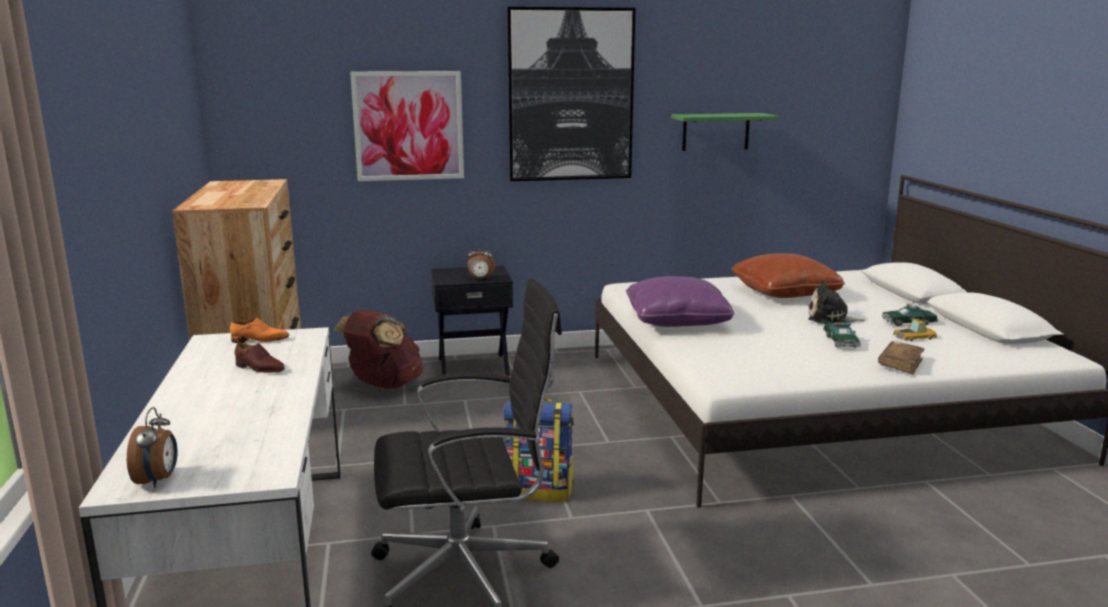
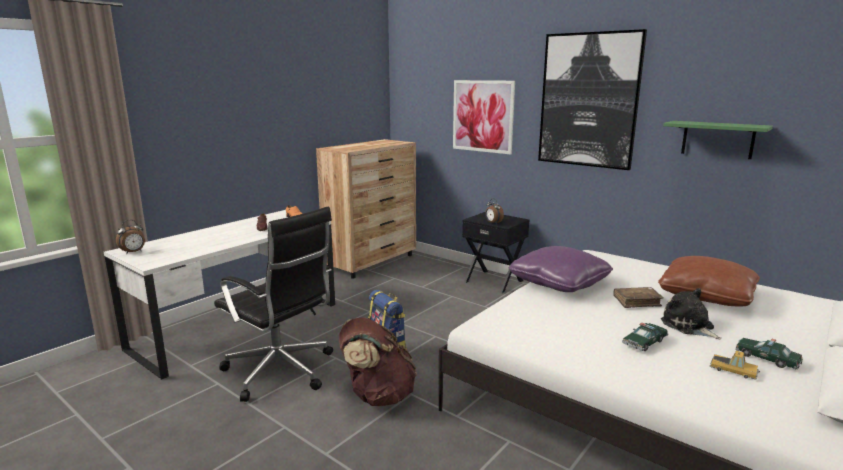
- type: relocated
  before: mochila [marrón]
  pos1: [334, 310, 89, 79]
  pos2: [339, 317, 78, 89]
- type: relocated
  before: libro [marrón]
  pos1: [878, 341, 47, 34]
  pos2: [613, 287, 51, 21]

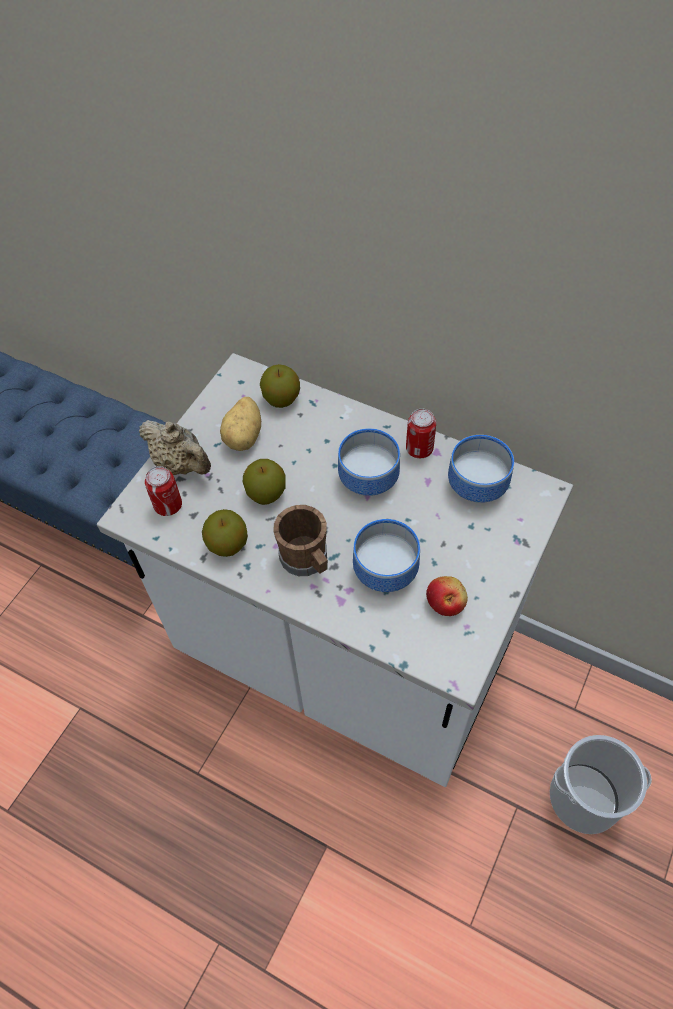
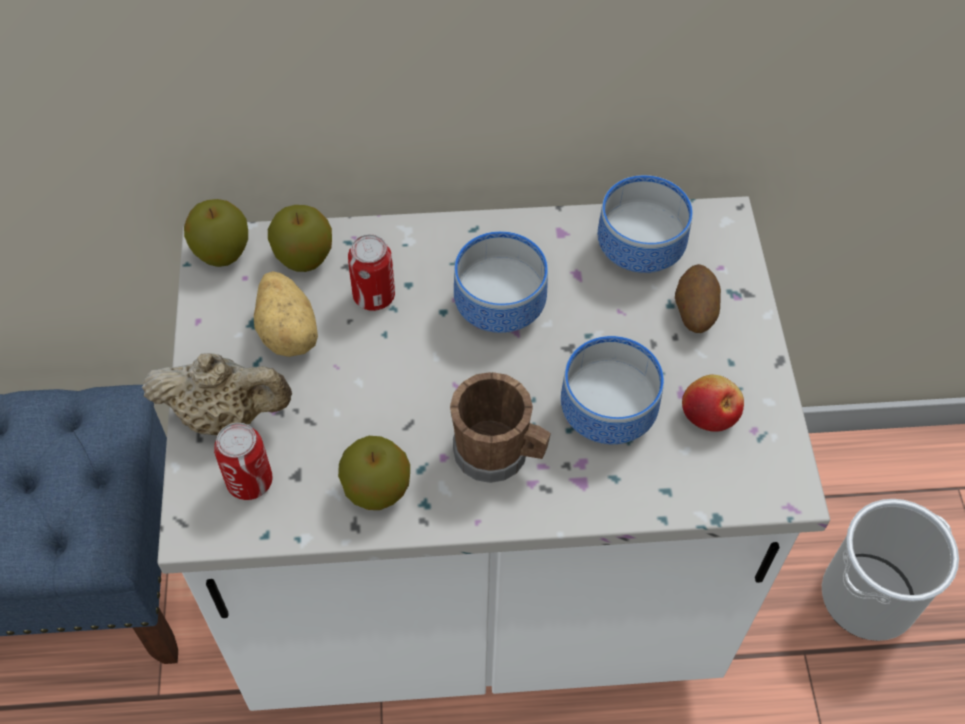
- type: appeared
  after: patata
  pos2: [675, 264, 46, 69]
- type: relocated
  before: manzana
  pos1: [243, 459, 43, 46]
  pos2: [184, 199, 64, 68]
- type: relocated
  before: lata
  pos1: [406, 408, 30, 50]
  pos2: [348, 234, 47, 77]

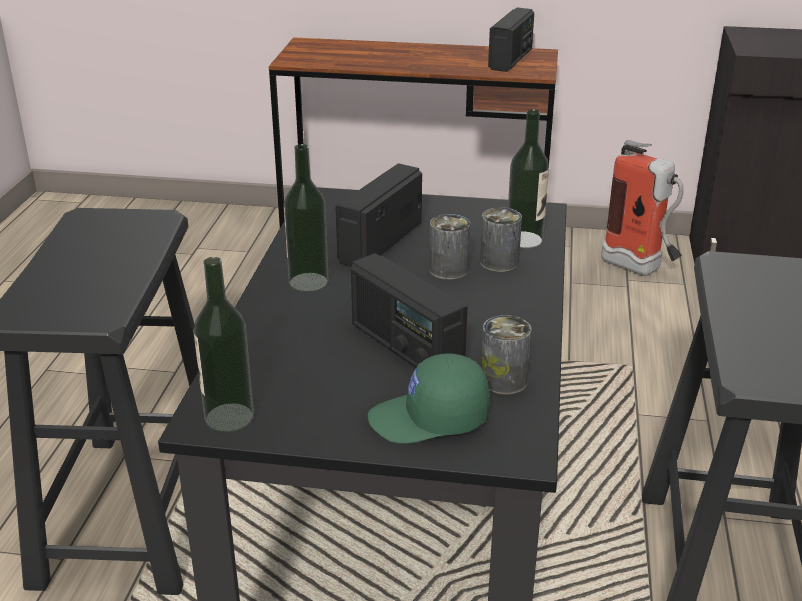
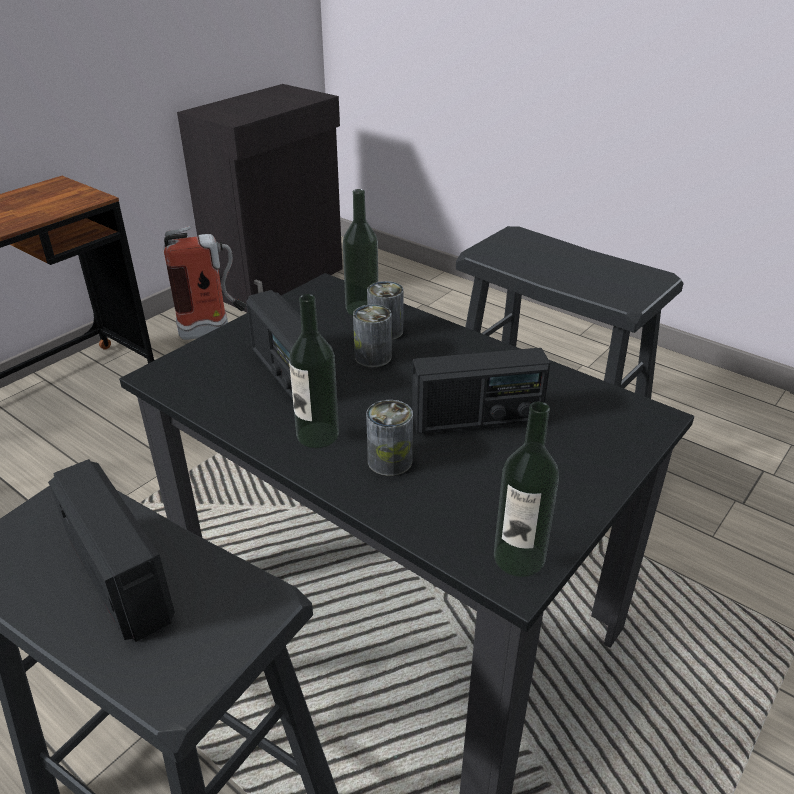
- type: missing
  before: gorra [verde]
  pos1: [368, 353, 122, 91]
- type: relocated
  before: lata
  pos1: [481, 315, 51, 80]
  pos2: [366, 400, 47, 76]
- type: relocated
  before: radio
  pos1: [488, 8, 46, 64]
  pos2: [48, 459, 127, 183]

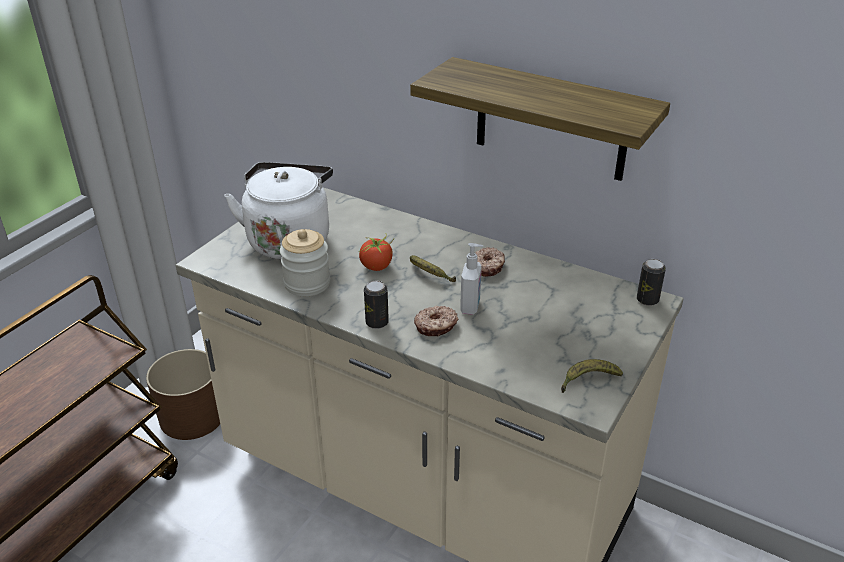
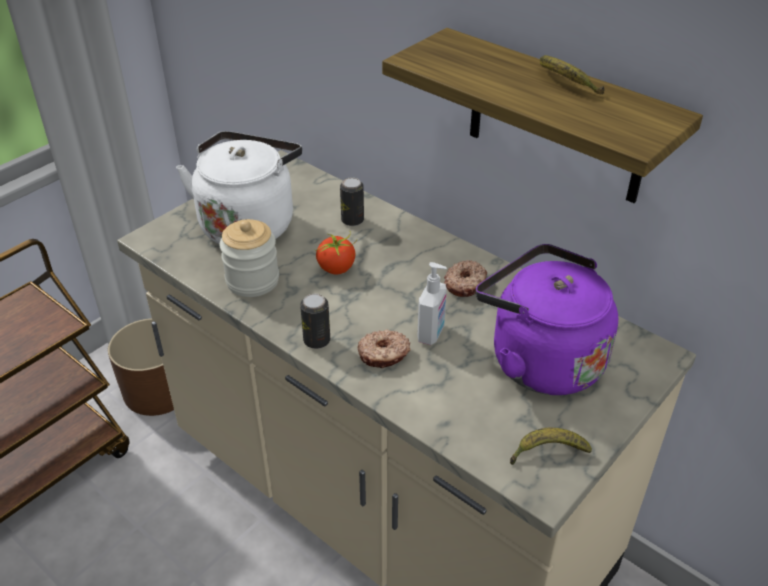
- type: appeared
  after: hervidor [morado]
  pos2: [476, 244, 142, 151]
- type: relocated
  before: plátano
  pos1: [410, 255, 46, 27]
  pos2: [540, 55, 64, 40]
- type: relocated
  before: lata
  pos1: [637, 259, 29, 47]
  pos2: [340, 177, 24, 49]

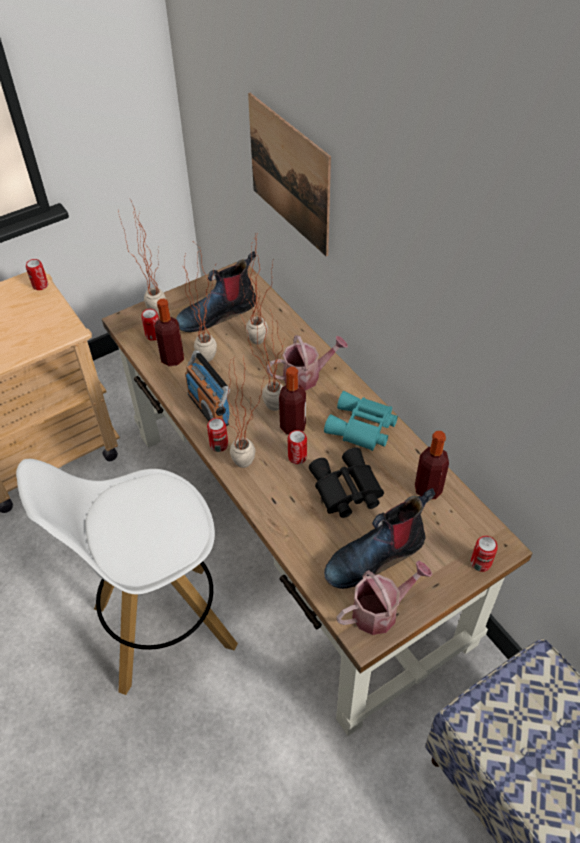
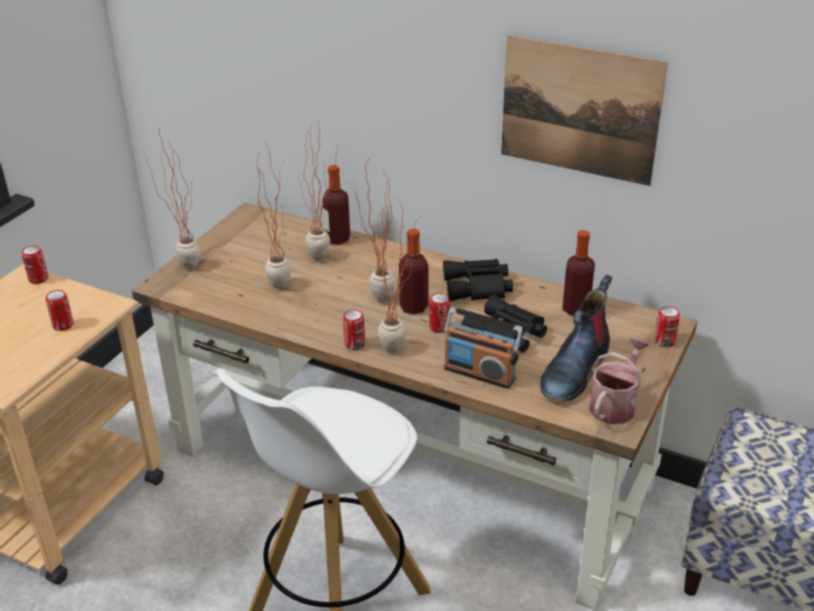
- type: missing
  before: bota
  pos1: [176, 251, 80, 81]
- type: missing
  before: regadera
  pos1: [267, 335, 81, 55]
- type: relocated
  before: lata
  pos1: [141, 309, 18, 32]
  pos2: [46, 290, 28, 41]
- type: relocated
  before: botella
  pos1: [155, 299, 29, 67]
  pos2: [322, 165, 28, 80]
- type: relocated
  before: radio
  pos1: [185, 351, 45, 75]
  pos2: [444, 307, 79, 82]
- type: relocated
  before: cuadro
  pos1: [248, 93, 83, 163]
  pos2: [501, 35, 167, 151]
- type: colour
  before: prismáticos [turquesa]
  after: prismáticos [negro]
  pos1: [324, 391, 74, 60]
  pos2: [443, 259, 70, 42]

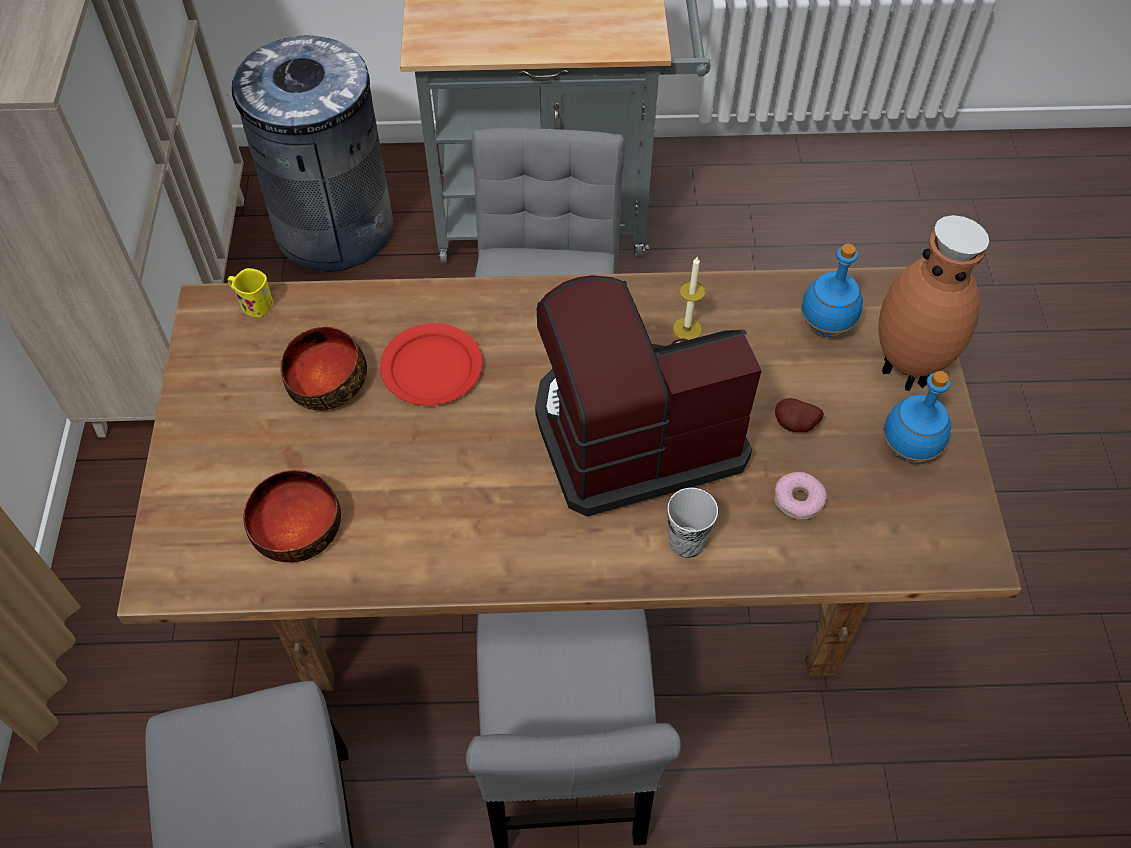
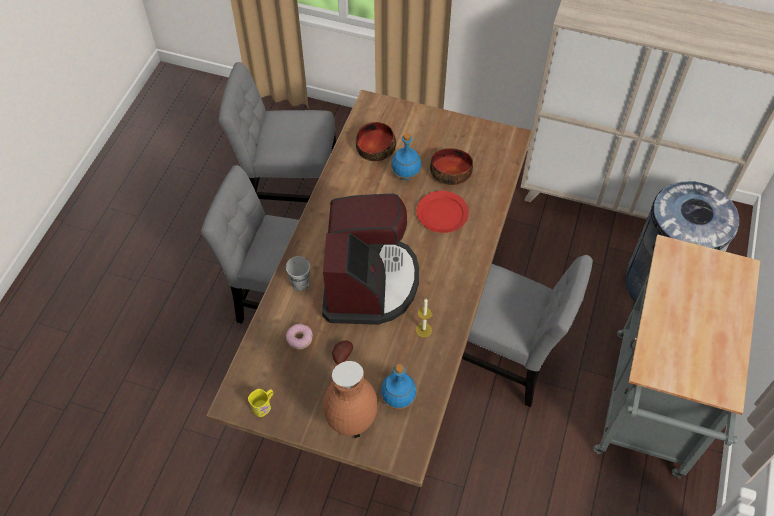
- type: relocated
  before: taza grande [amarillo]
  pos1: [228, 268, 46, 49]
  pos2: [248, 389, 25, 28]
- type: relocated
  before: botella [azul]
  pos1: [883, 371, 68, 92]
  pos2: [391, 133, 30, 47]

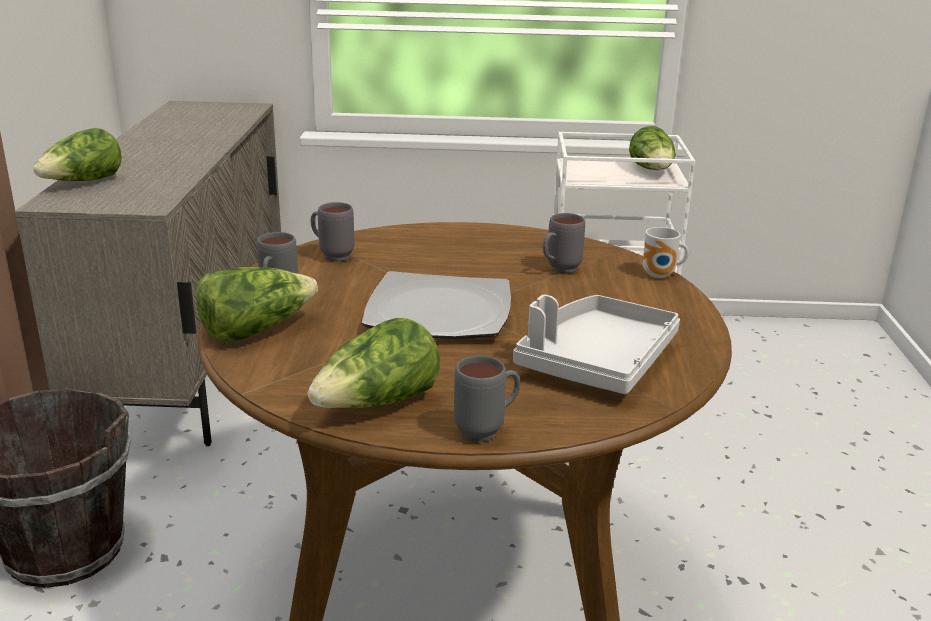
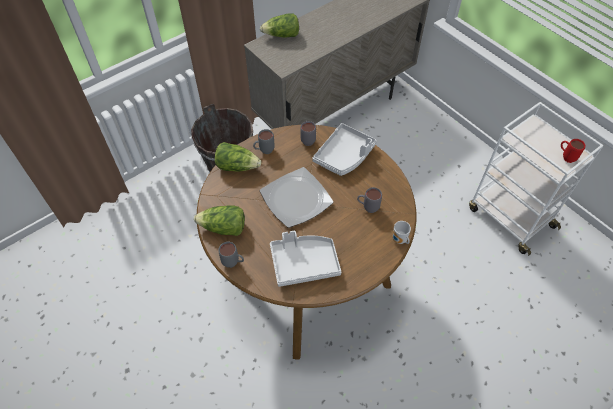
- type: appeared
  after: bandeja [gris]
  pos2: [312, 123, 65, 53]
- type: exchanged
  before: lechuga
  after: taza grande [rojo]
  pos1: [629, 126, 47, 44]
  pos2: [561, 139, 24, 24]

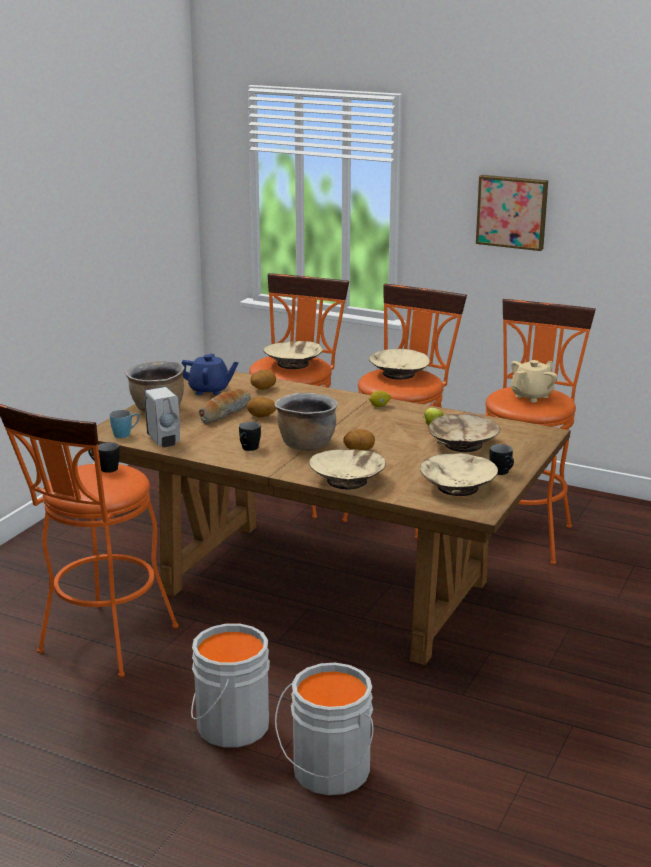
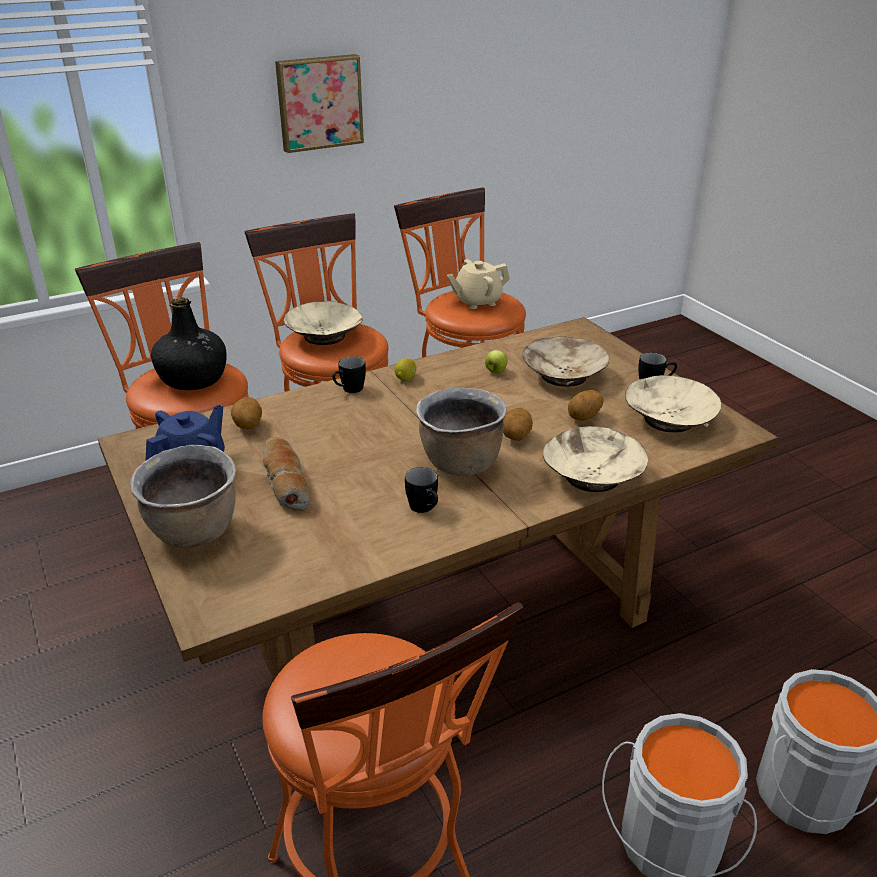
- type: missing
  before: taza grande [azul]
  pos1: [110, 410, 30, 28]
- type: missing
  before: dispensador de jabón [blanco]
  pos1: [144, 386, 36, 61]
- type: relocated
  before: taza grande [negro]
  pos1: [88, 442, 32, 31]
  pos2: [332, 356, 34, 37]
- type: relocated
  before: patata
  pos1: [247, 397, 29, 21]
  pos2: [568, 390, 36, 31]
- type: exchanged
  before: cuenco [beis]
  after: botella [negro]
  pos1: [264, 341, 59, 28]
  pos2: [151, 297, 76, 93]
- type: spun
  before: tetera [beis]
  pos1: [511, 360, 46, 42]
  pos2: [447, 259, 63, 50]
  turn: -105

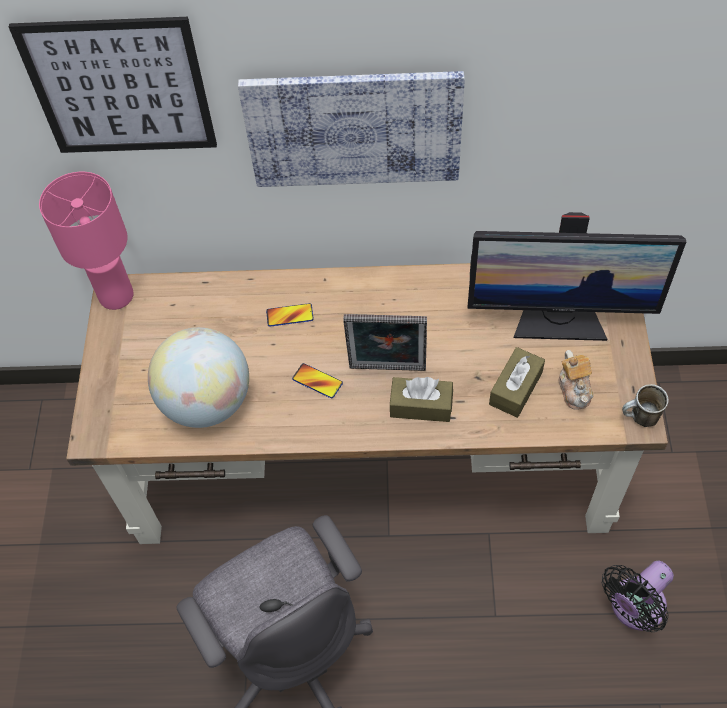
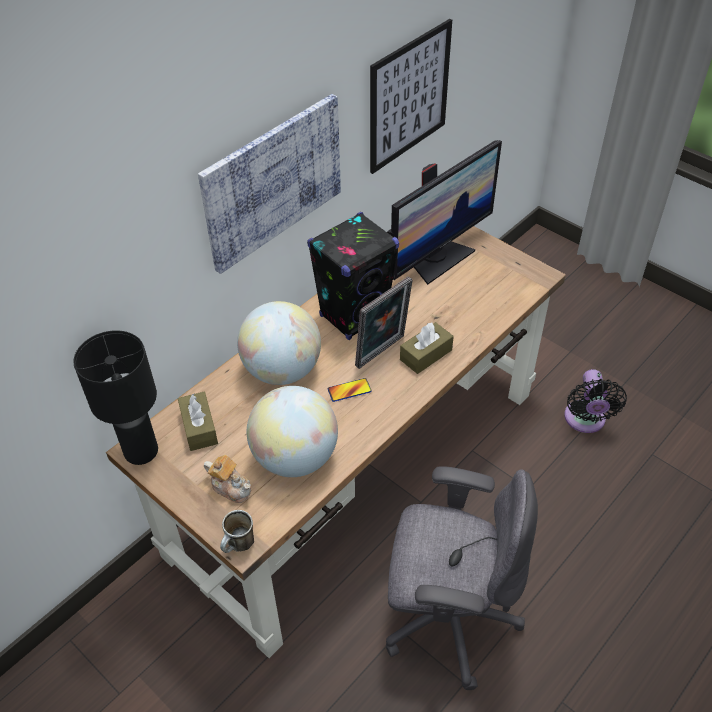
- type: appeared
  after: altavoz [negro]
  pos2: [307, 212, 92, 128]
- type: relocated
  before: cuadro
  pos1: [9, 17, 208, 136]
  pos2: [370, 19, 82, 155]
- type: relocated
  before: caja de pañuelos [marrón]
  pos1: [489, 347, 56, 71]
  pos2: [178, 392, 40, 59]
- type: relocated
  before: tetera
  pos1: [559, 350, 34, 60]
  pos2: [204, 455, 47, 48]
- type: relocated
  before: taza grande
  pos1: [622, 384, 47, 43]
  pos2: [220, 510, 34, 43]
- type: exchanged
  before: móvil
  after: globo terráqueo
  pos1: [266, 303, 48, 24]
  pos2: [237, 301, 84, 84]
- type: colour
  before: lámpara de mesa [rosa]
  after: lámpara de mesa [negro]
  pos1: [39, 172, 95, 138]
  pos2: [73, 330, 85, 135]

